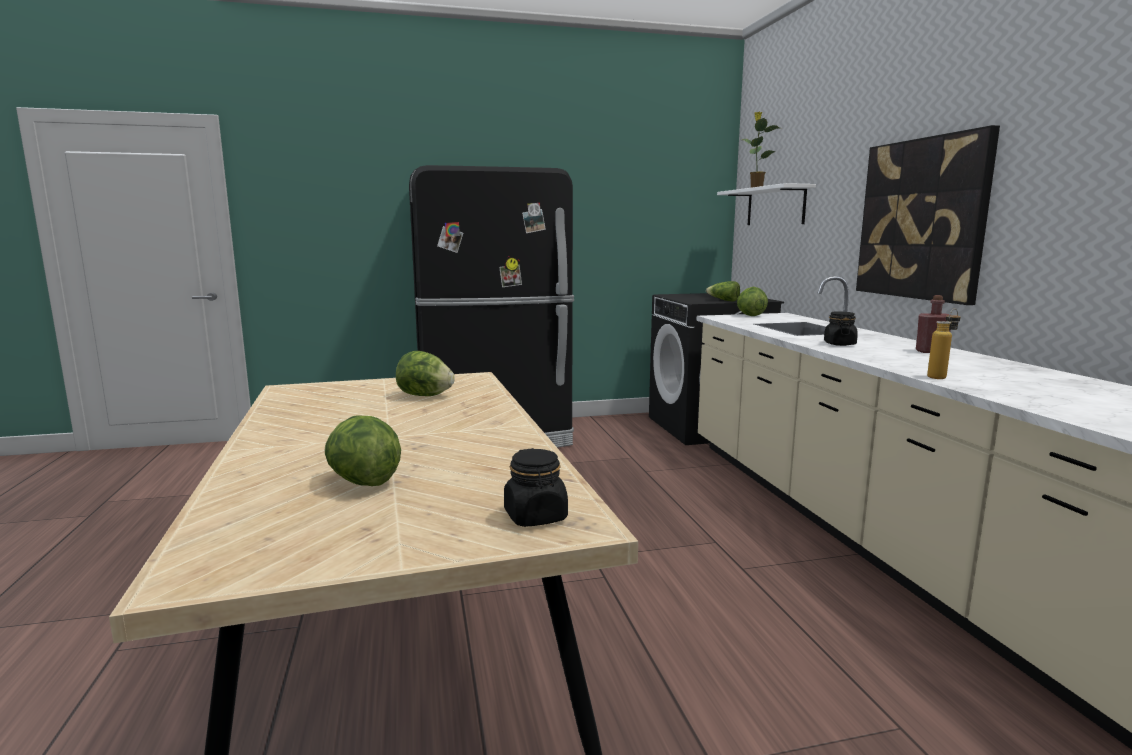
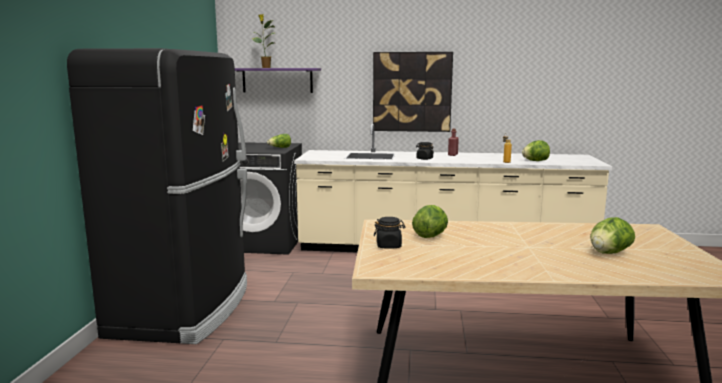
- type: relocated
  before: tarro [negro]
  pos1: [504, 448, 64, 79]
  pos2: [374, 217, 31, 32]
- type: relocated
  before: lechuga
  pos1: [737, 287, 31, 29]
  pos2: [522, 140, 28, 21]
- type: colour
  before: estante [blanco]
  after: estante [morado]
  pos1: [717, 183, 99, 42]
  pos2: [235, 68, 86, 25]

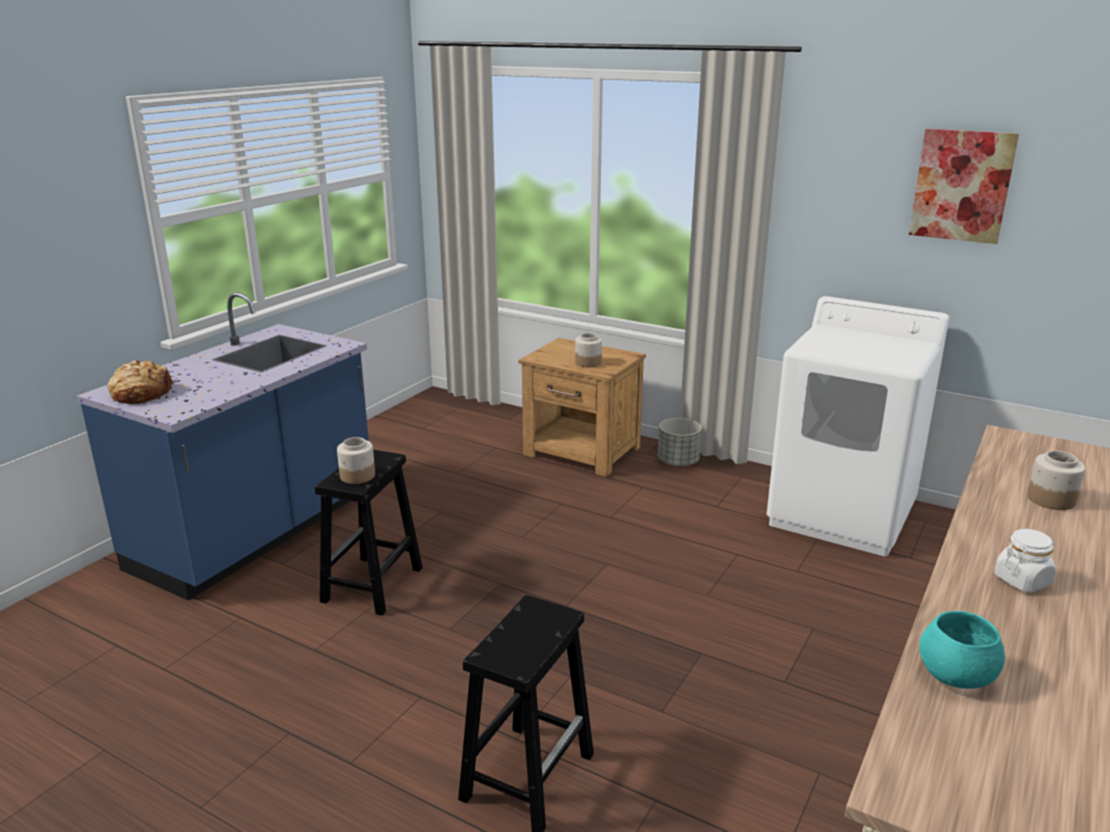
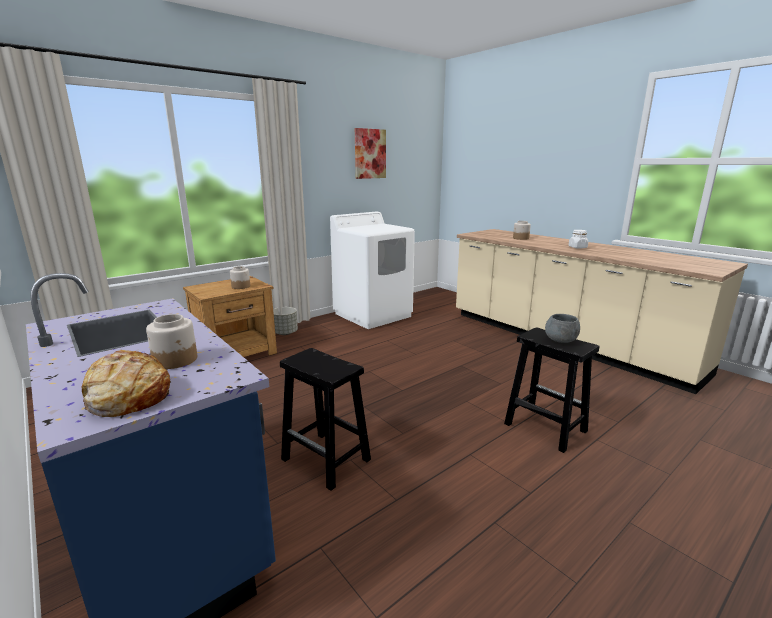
- type: missing
  before: cuenco [turquesa]
  pos1: [919, 611, 86, 78]
- type: appeared
  after: cuenco [gris]
  pos2: [545, 314, 35, 29]
- type: relocated
  before: tarro
  pos1: [337, 437, 38, 47]
  pos2: [146, 314, 51, 55]

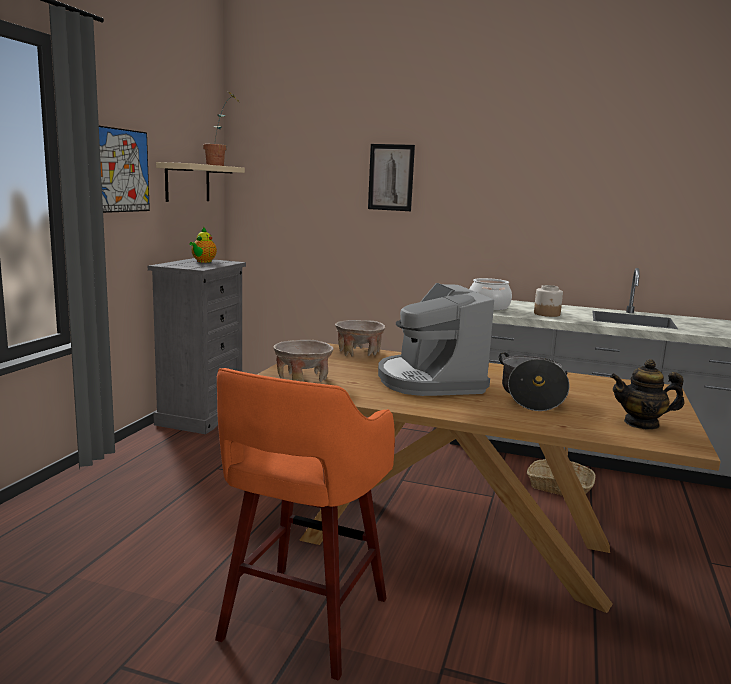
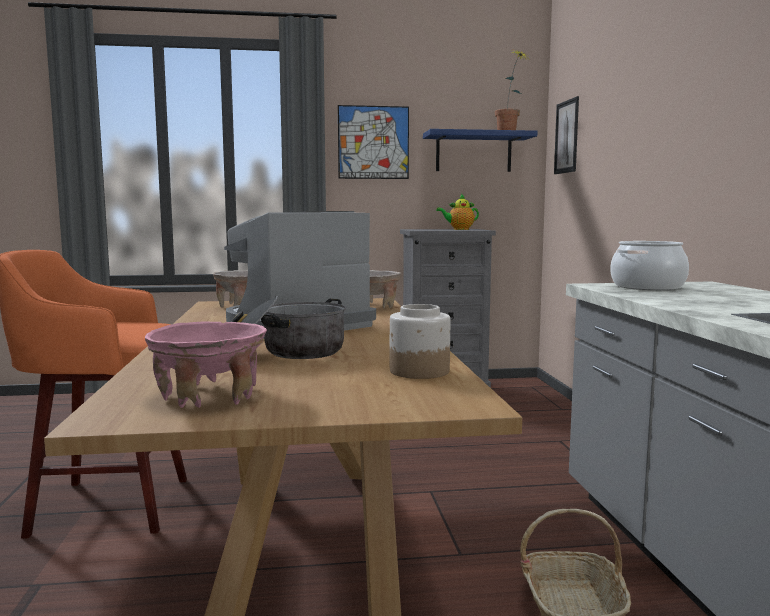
- type: relocated
  before: cuadro
  pos1: [368, 144, 47, 67]
  pos2: [554, 96, 25, 78]
- type: relocated
  before: tarro
  pos1: [534, 285, 29, 32]
  pos2: [390, 304, 60, 75]
- type: exchanged
  before: tetera
  after: cuenco [rosa]
  pos1: [610, 359, 74, 71]
  pos2: [145, 322, 122, 86]
- type: colour
  before: estante [beis]
  after: estante [azul]
  pos1: [156, 162, 89, 40]
  pos2: [423, 129, 114, 43]

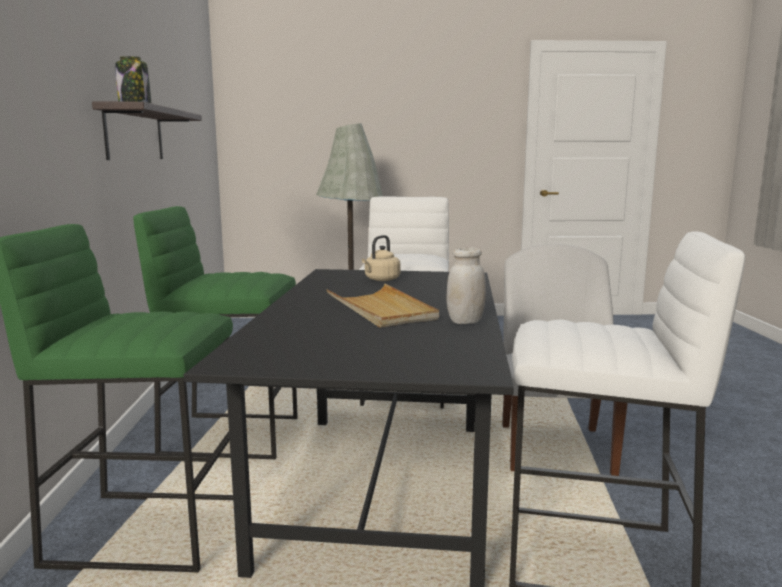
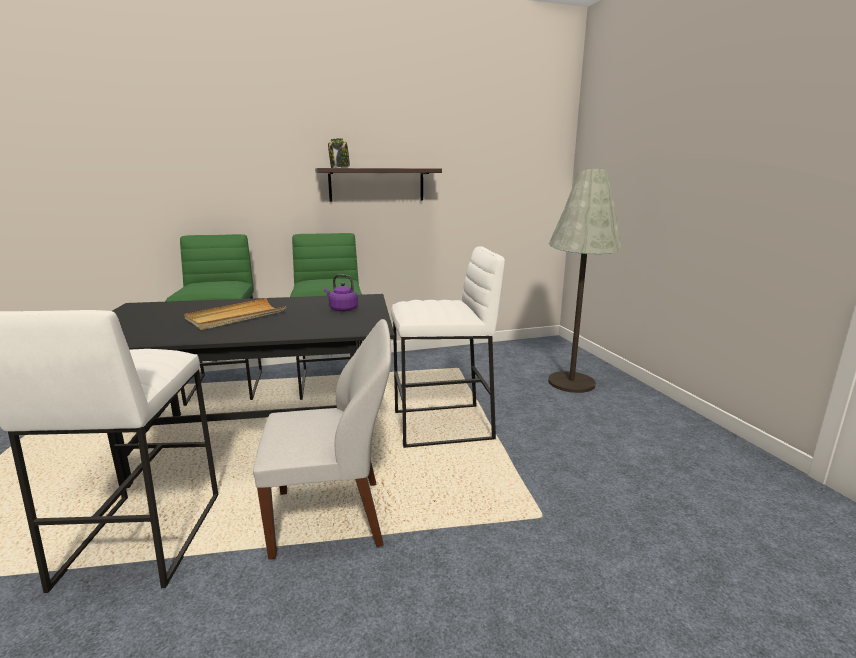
- type: missing
  before: tarro [blanco]
  pos1: [447, 248, 39, 76]
- type: colour
  before: hervidor [beis]
  after: hervidor [morado]
  pos1: [362, 235, 39, 46]
  pos2: [324, 274, 34, 38]

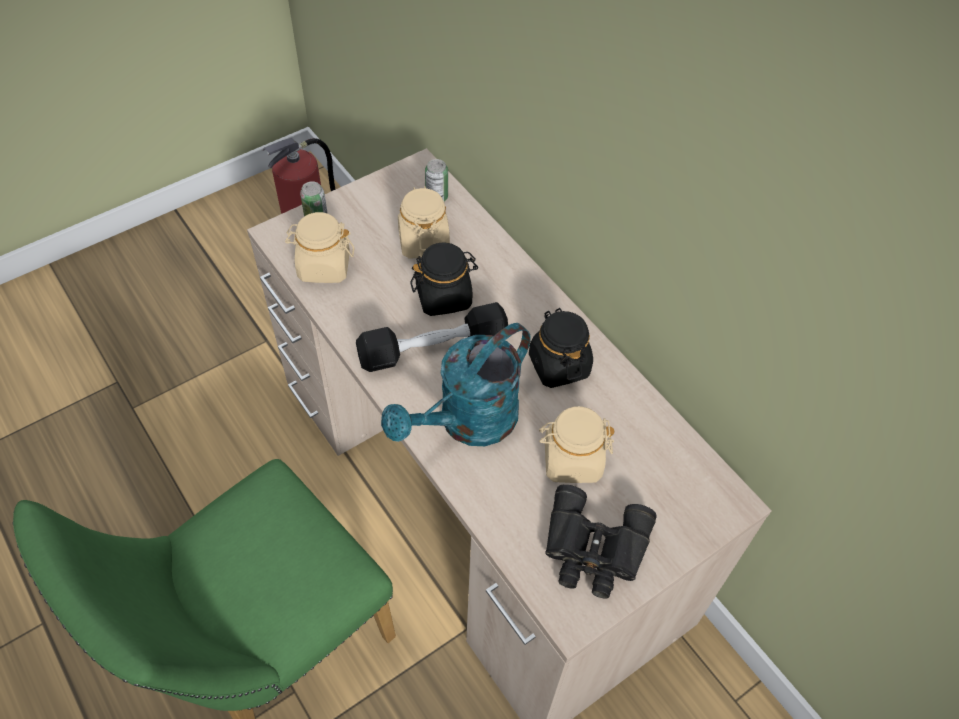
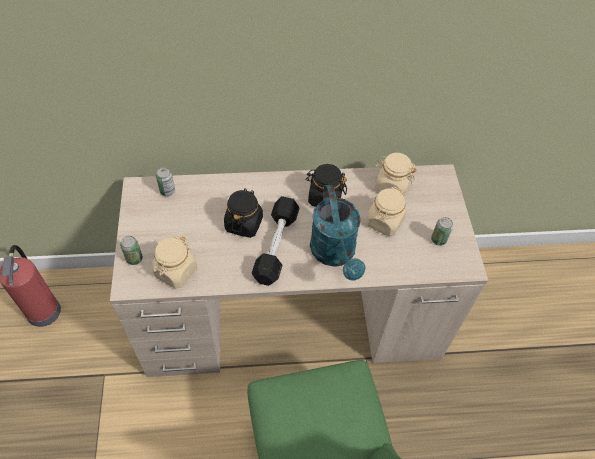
- type: relocated
  before: tarro [beis]
  pos1: [398, 186, 52, 73]
  pos2: [375, 153, 41, 44]
- type: exchanged
  before: prismáticos [negro]
  after: lata
  pos1: [545, 485, 111, 113]
  pos2: [431, 217, 22, 29]

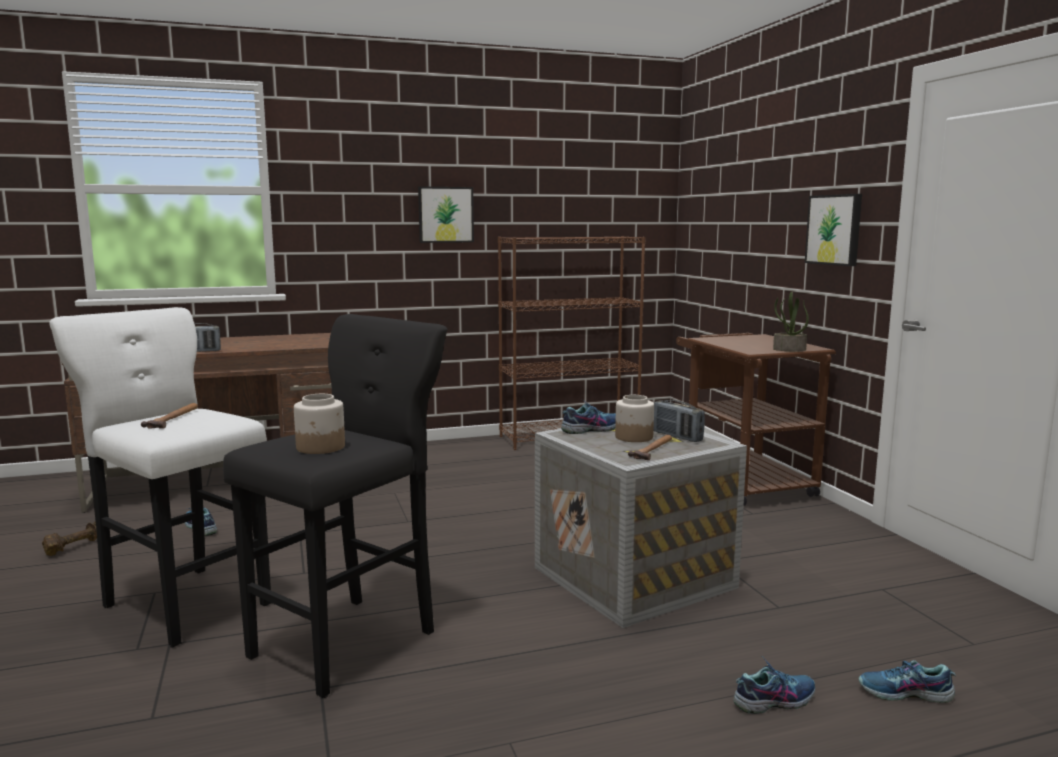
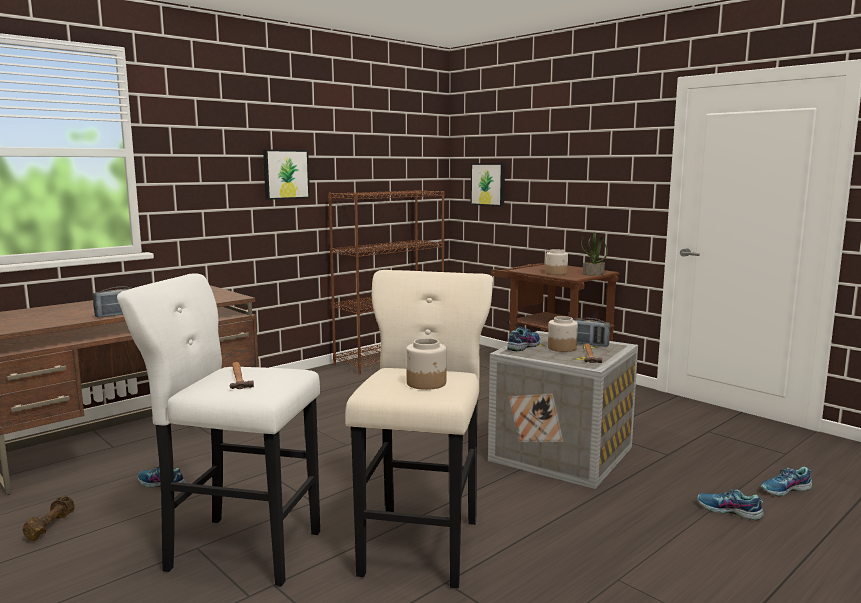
- type: appeared
  after: tarro
  pos2: [546, 249, 22, 26]
- type: relocated
  before: cuadro
  pos1: [805, 194, 57, 72]
  pos2: [470, 163, 35, 43]
- type: colour
  before: taburete [negro]
  after: taburete [beis]
  pos1: [223, 314, 224, 384]
  pos2: [345, 270, 148, 318]
- type: spun
  before: zapato
  pos1: [733, 656, 82, 58]
  pos2: [697, 489, 67, 31]
  turn: -105

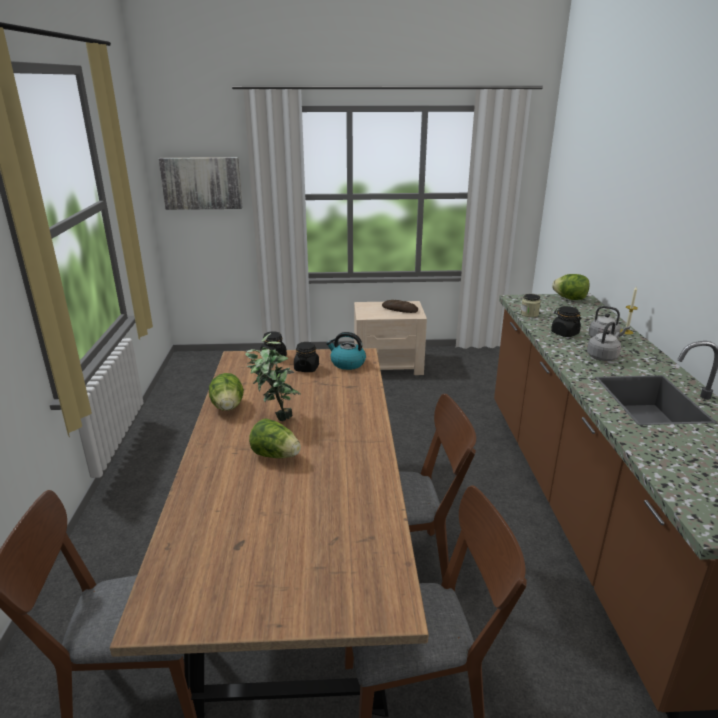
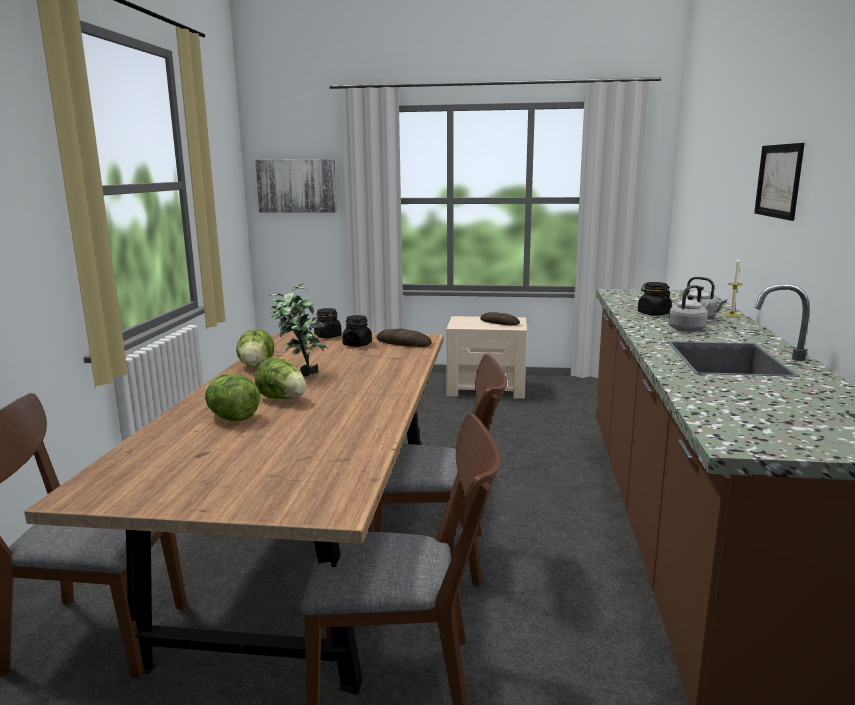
- type: missing
  before: tarro
  pos1: [520, 294, 21, 23]
- type: appeared
  after: cuadro
  pos2: [754, 143, 51, 78]
- type: relocated
  before: lechuga
  pos1: [552, 274, 38, 26]
  pos2: [204, 374, 56, 47]
- type: exchanged
  before: hervidor
  after: pan
  pos1: [326, 332, 40, 38]
  pos2: [376, 329, 56, 18]

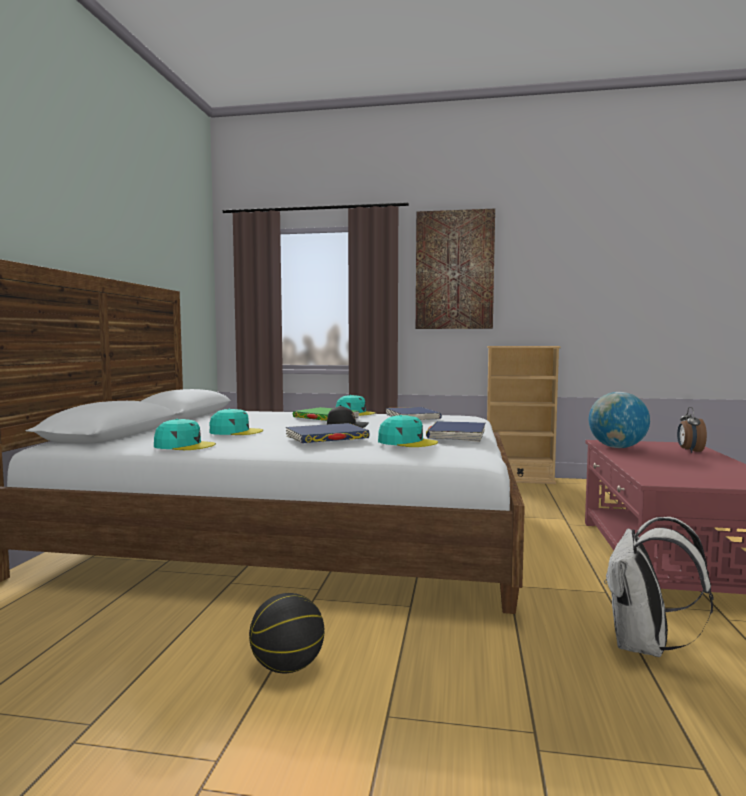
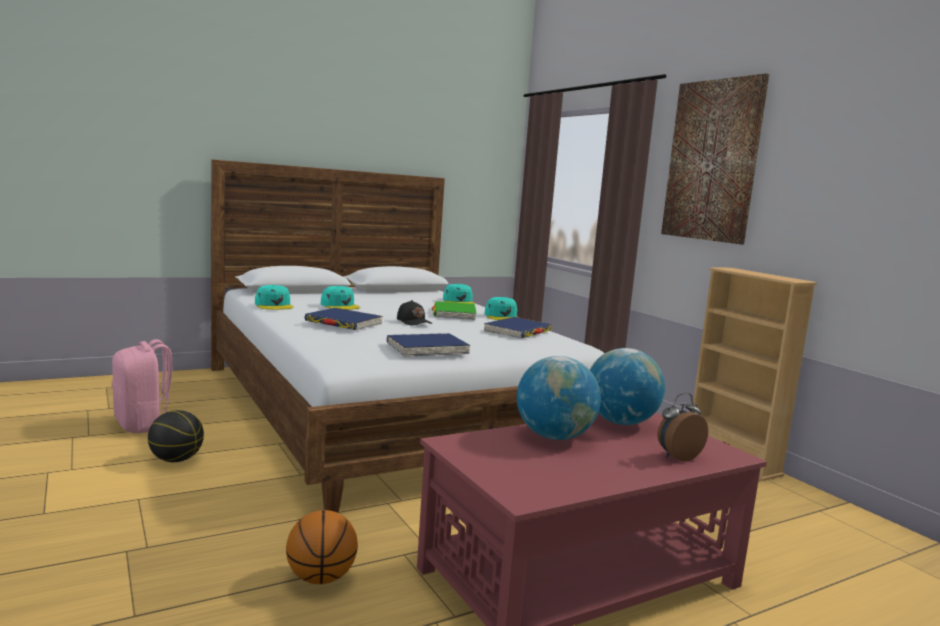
- type: appeared
  after: mochila [rosa]
  pos2: [112, 339, 60, 94]
- type: appeared
  after: globo terráqueo
  pos2: [517, 356, 84, 84]
- type: relocated
  before: gorra [turquesa]
  pos1: [378, 415, 60, 32]
  pos2: [443, 284, 31, 20]
- type: exchanged
  before: mochila [blanco]
  after: balón de baloncesto
  pos1: [604, 517, 110, 140]
  pos2: [286, 510, 72, 74]

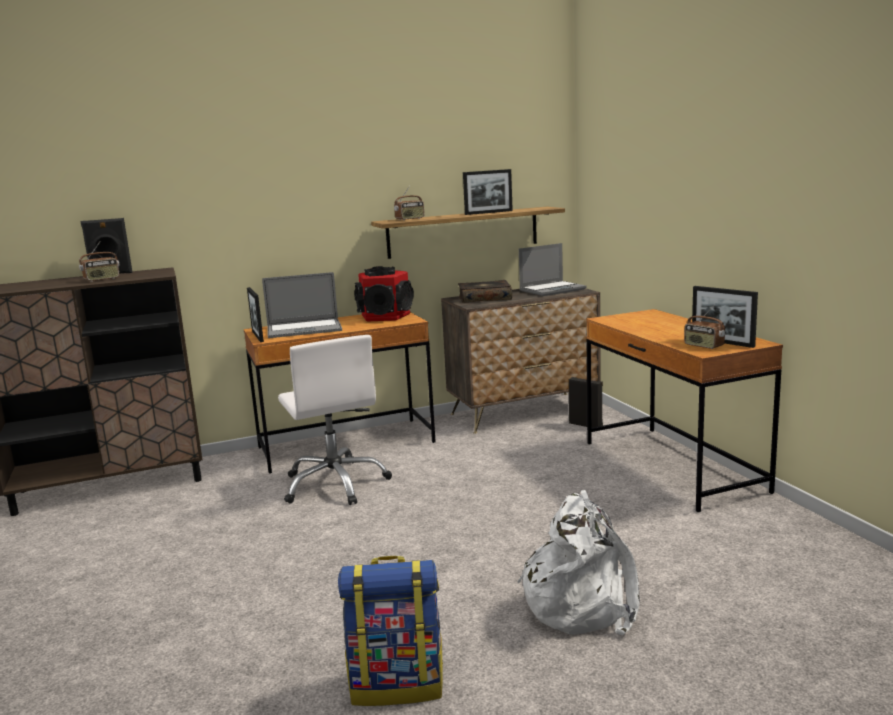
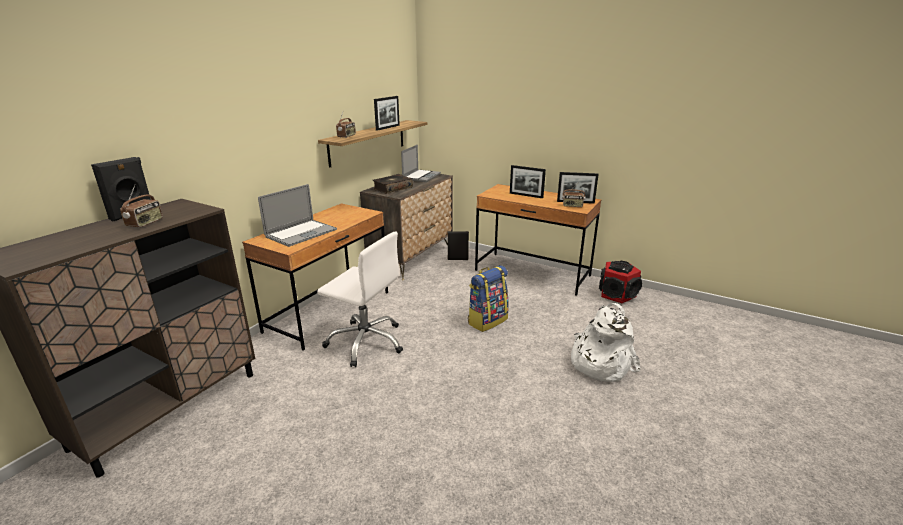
- type: relocated
  before: portarretratos
  pos1: [247, 287, 17, 55]
  pos2: [510, 165, 36, 33]
- type: relocated
  before: mochila
  pos1: [338, 556, 105, 150]
  pos2: [468, 265, 41, 67]
- type: relocated
  before: altavoz
  pos1: [354, 266, 60, 56]
  pos2: [599, 261, 43, 42]

